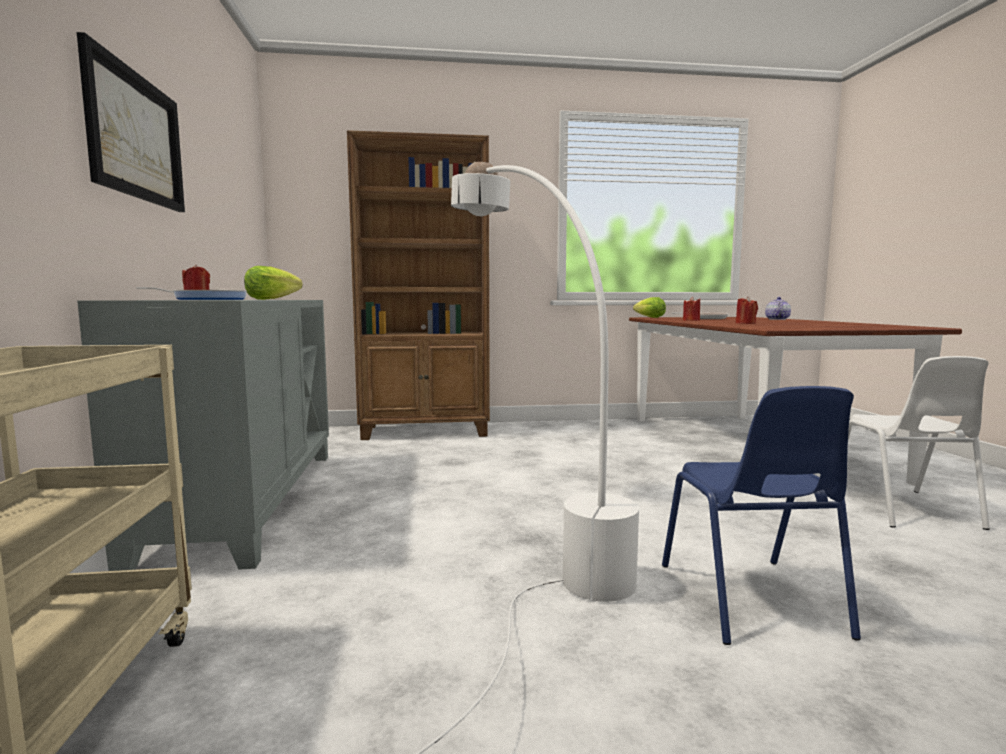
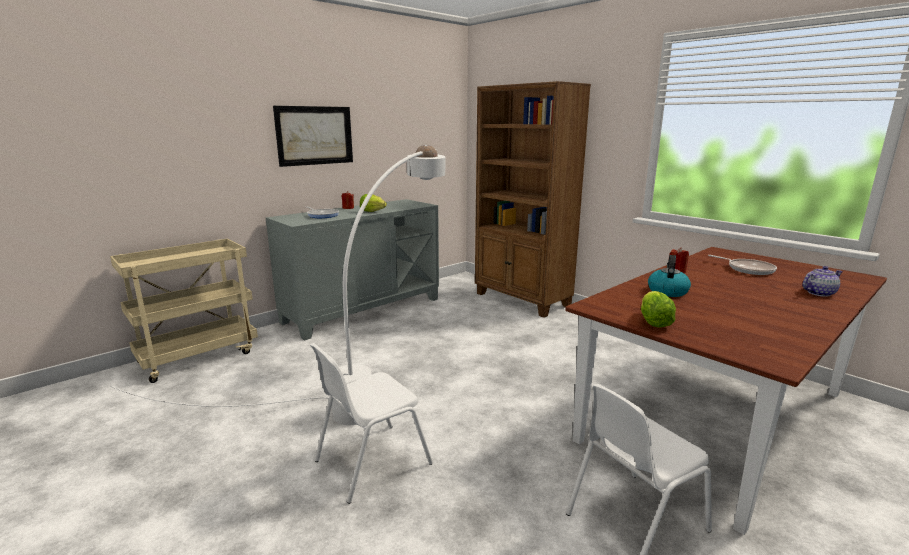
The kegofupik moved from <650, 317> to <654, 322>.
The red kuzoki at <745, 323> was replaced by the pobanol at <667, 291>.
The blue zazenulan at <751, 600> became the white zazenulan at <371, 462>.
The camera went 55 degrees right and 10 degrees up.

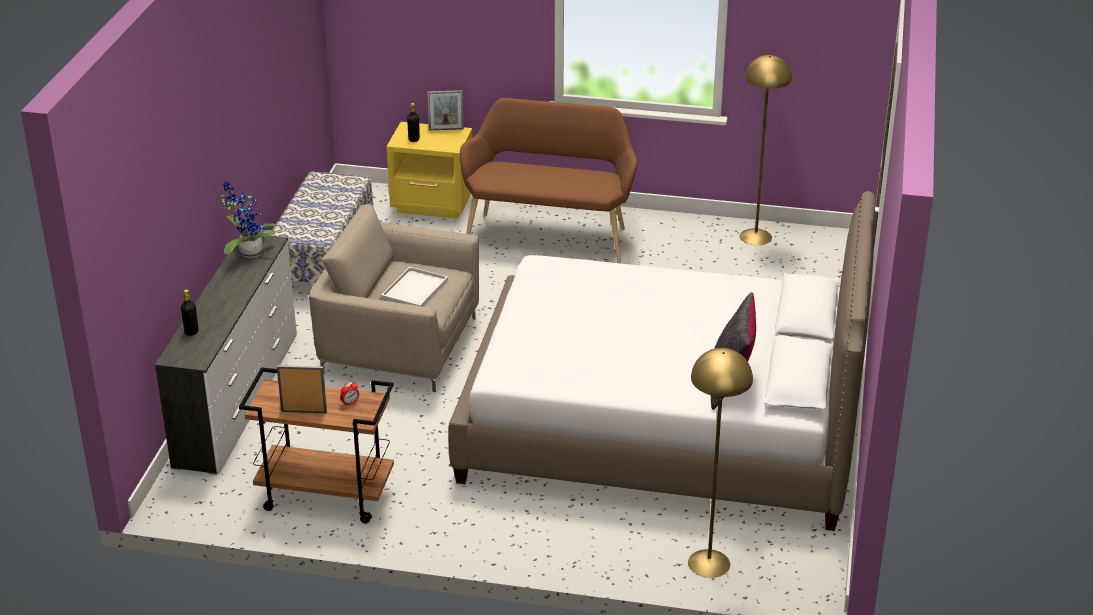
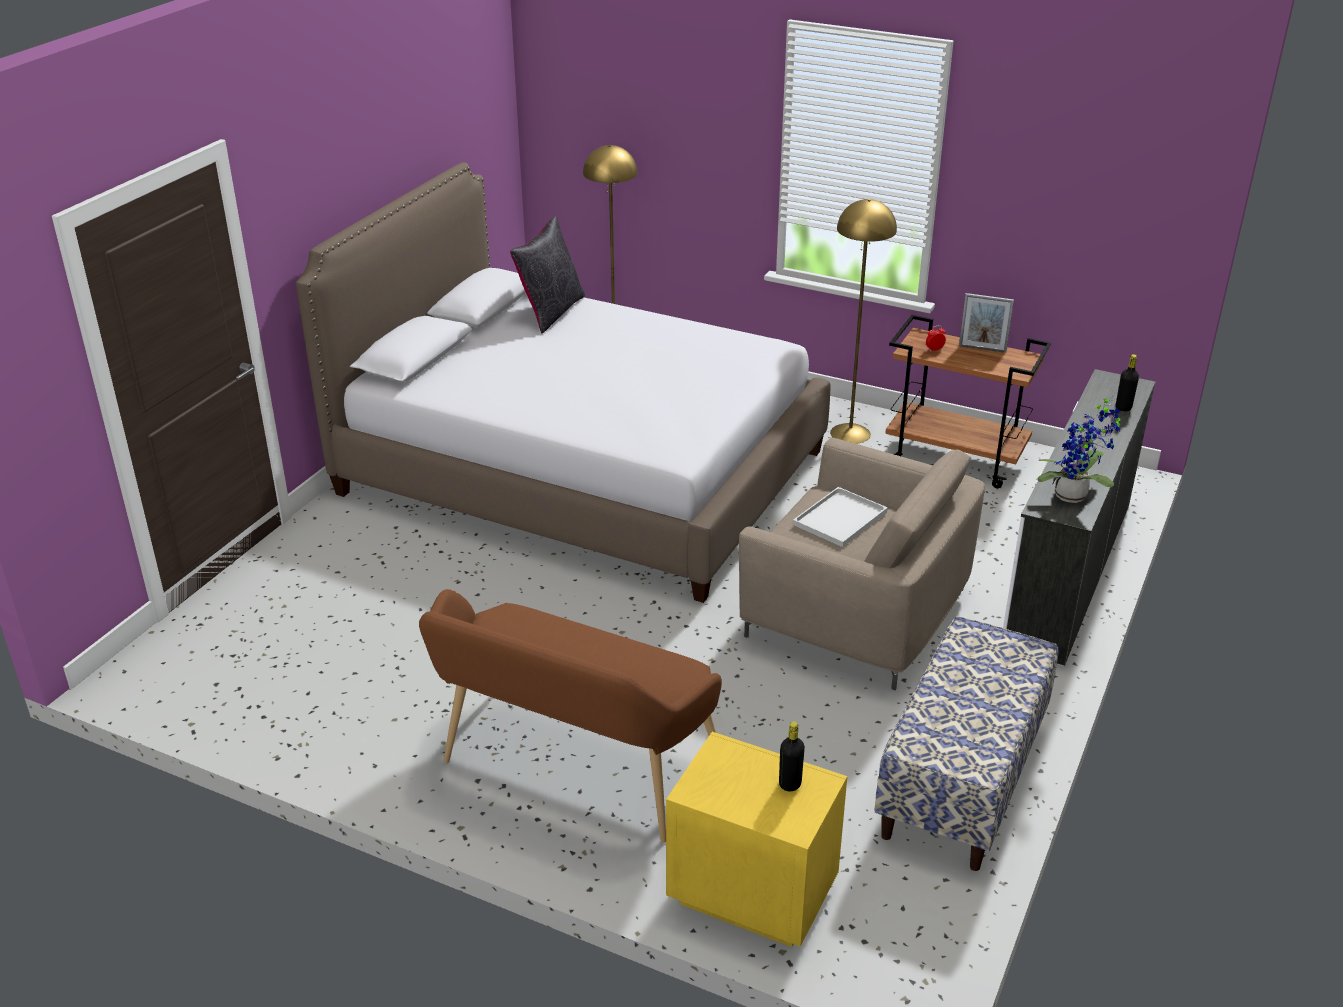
The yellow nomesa moved from <756, 237> to <850, 433>.
The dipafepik at <446, 129> disappeared.
The camera went 165 degrees left and 0 degrees up.

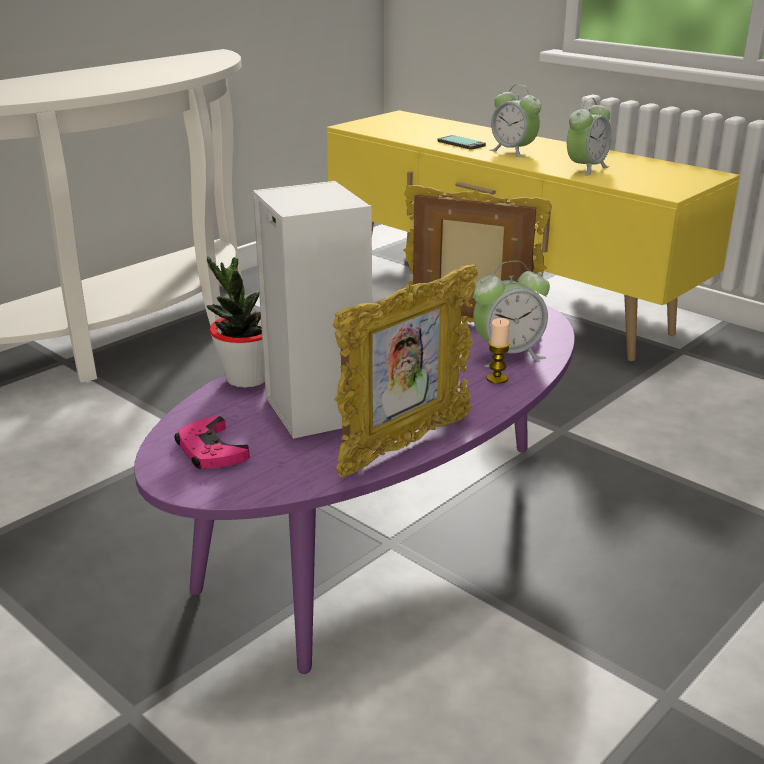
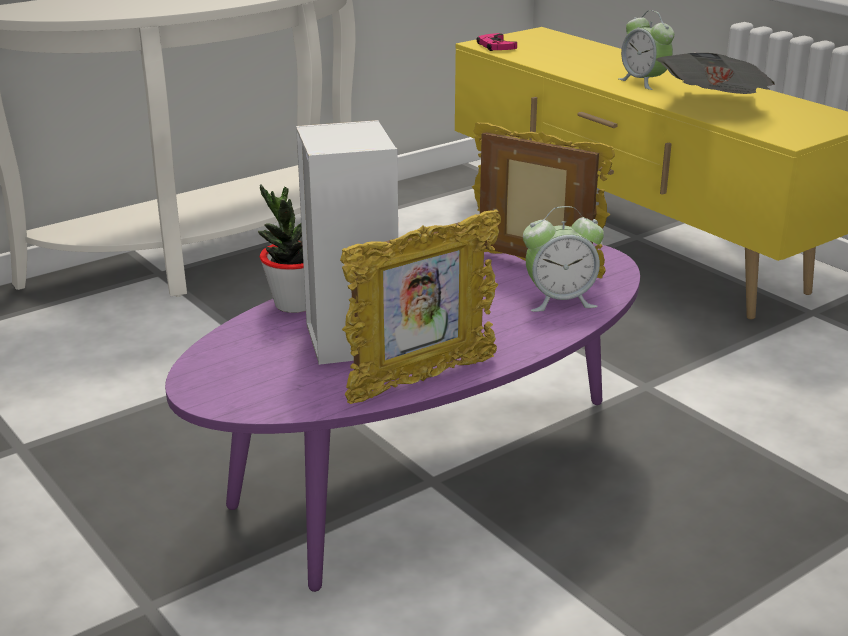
The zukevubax at <586, 168> was replaced by the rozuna at <714, 106>.
The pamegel at <461, 143> disappeared.
The kuzoki at <497, 379> disappeared.
The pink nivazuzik moved from <211, 450> to <495, 46>.
The camera went 10 degrees right and 0 degrees up.

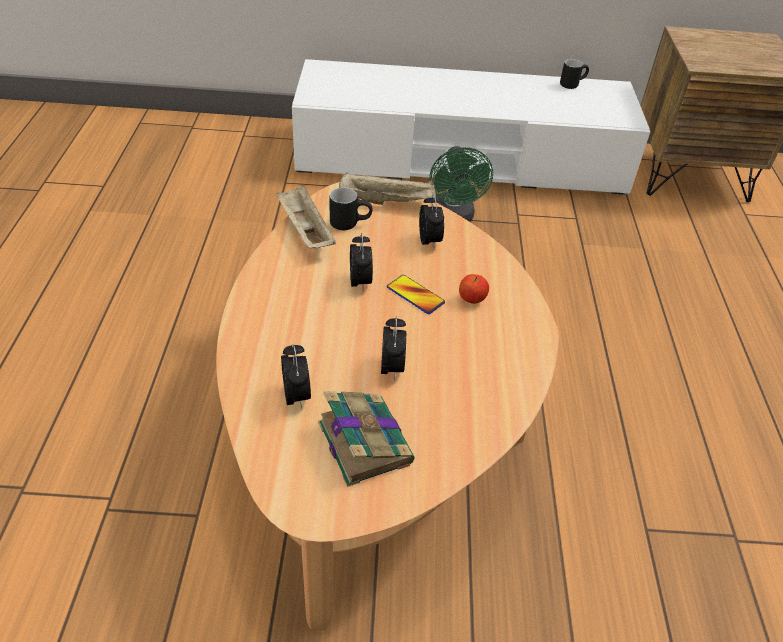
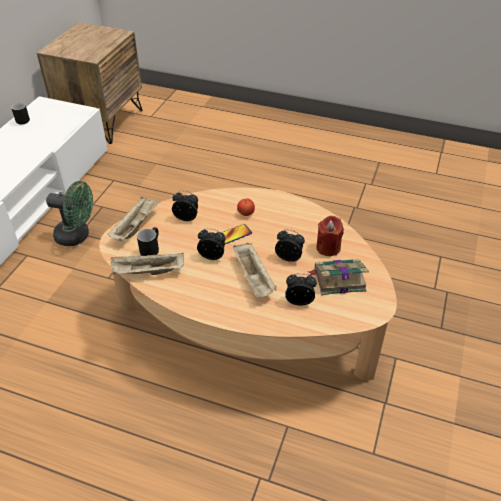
The red kuzoki at <328, 248> appeared.
The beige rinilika at <254, 278> appeared.
The camera went 70 degrees left and 0 degrees up.

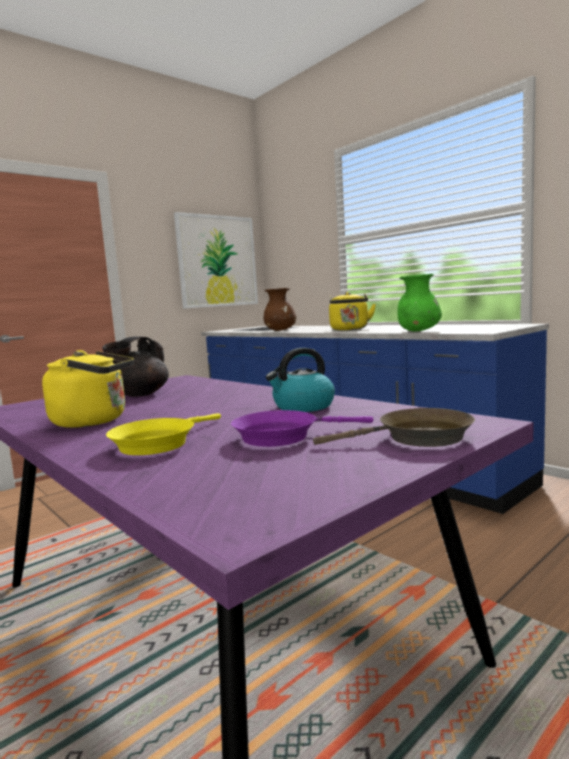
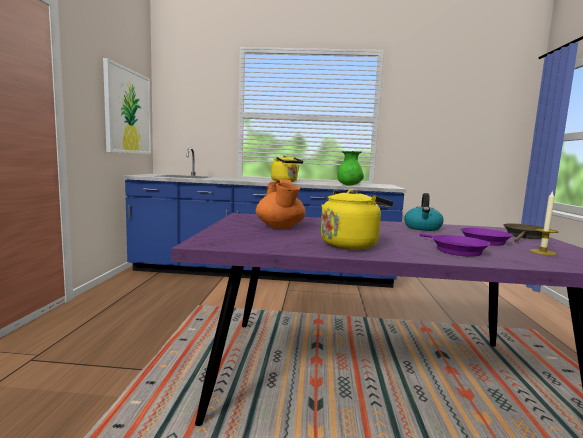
The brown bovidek at <280, 330> disappeared.
The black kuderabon at <139, 395> became the orange kuderabon at <280, 227>.
The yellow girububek at <158, 443> became the purple girububek at <454, 250>.
The kuzoki at <543, 252> appeared.
The camera went 45 degrees left and 0 degrees up.

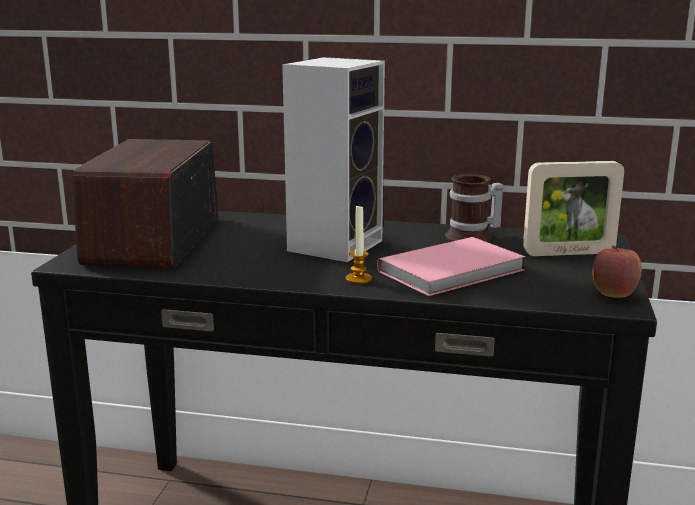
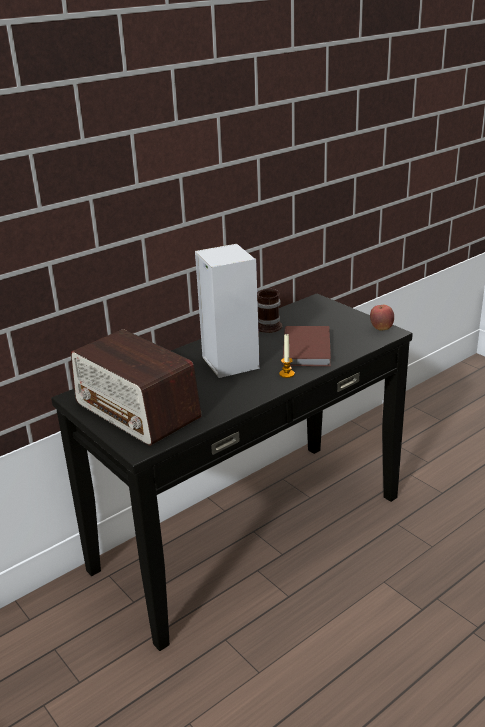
The dipafepik at <568, 253> disappeared.
The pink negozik at <454, 271> became the brown negozik at <308, 348>.
The camera went 50 degrees left and 10 degrees up.

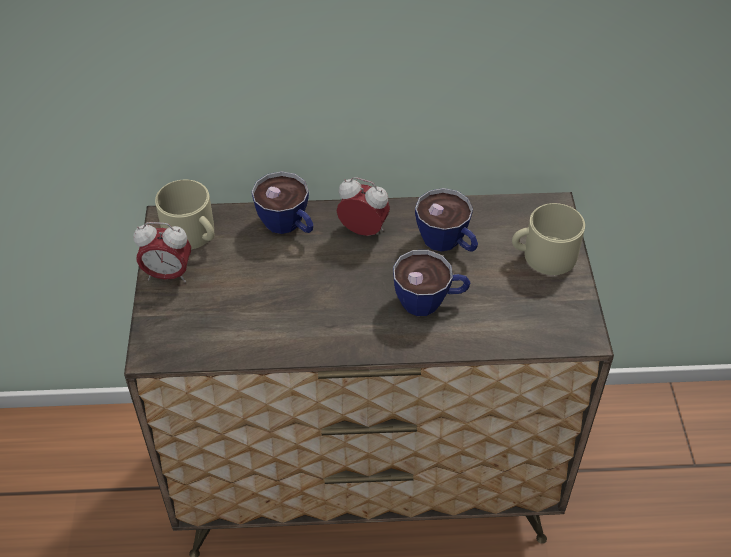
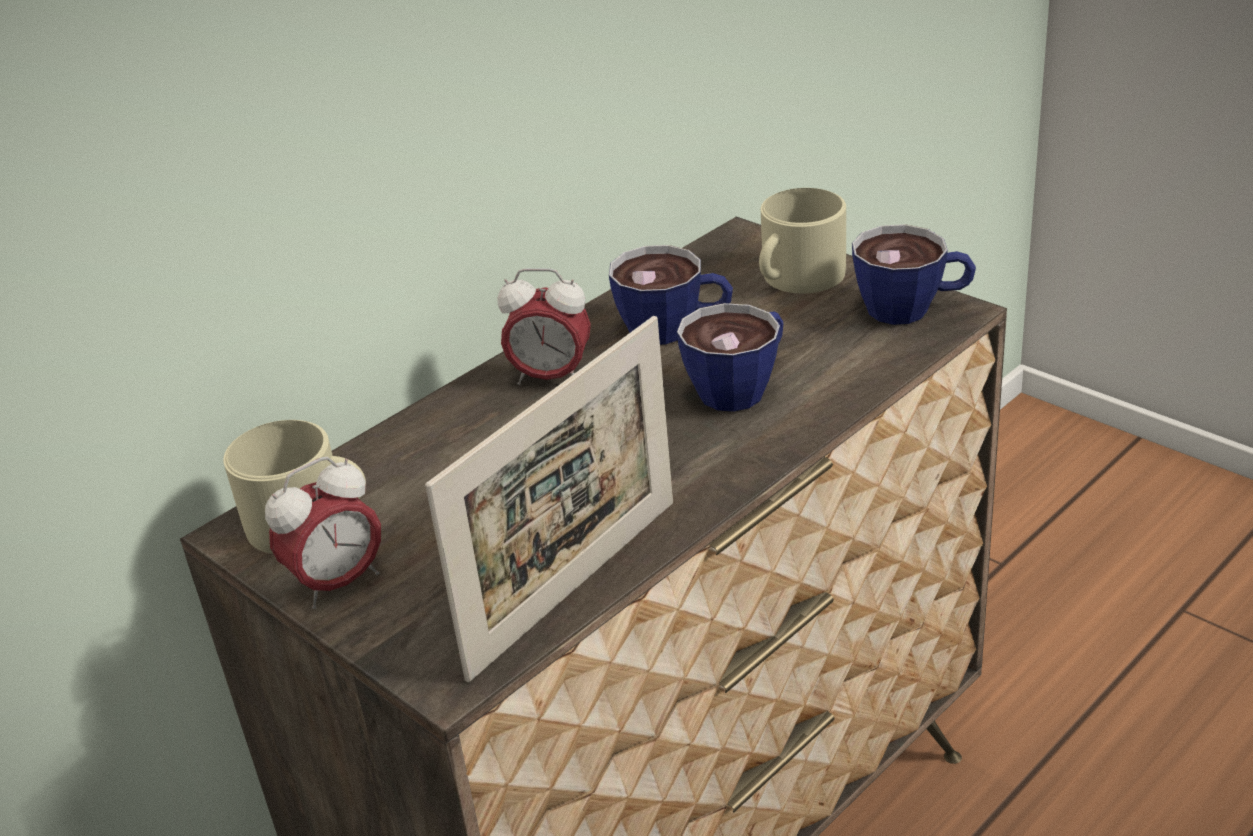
The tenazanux moved from <288, 226> to <913, 309>.
The zukevubax at <363, 230> turned 150 degrees counterclockwise.
The dipafepik at <576, 586> appeared.
The camera went 40 degrees left and 15 degrees down.

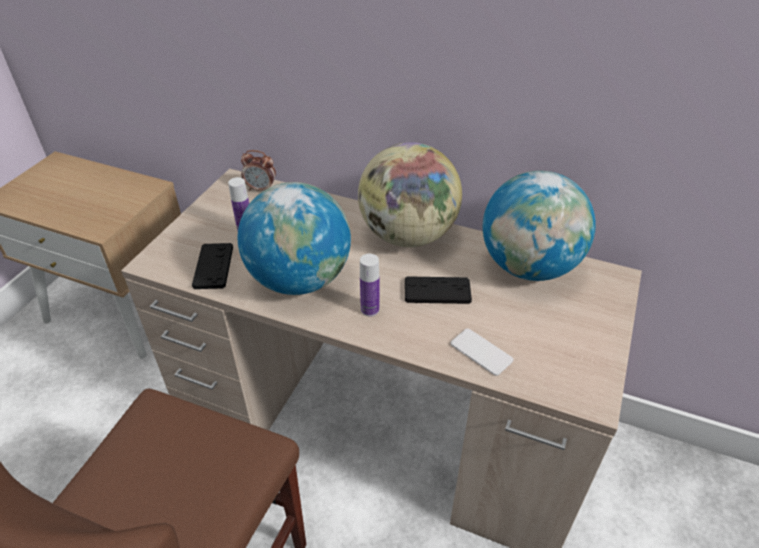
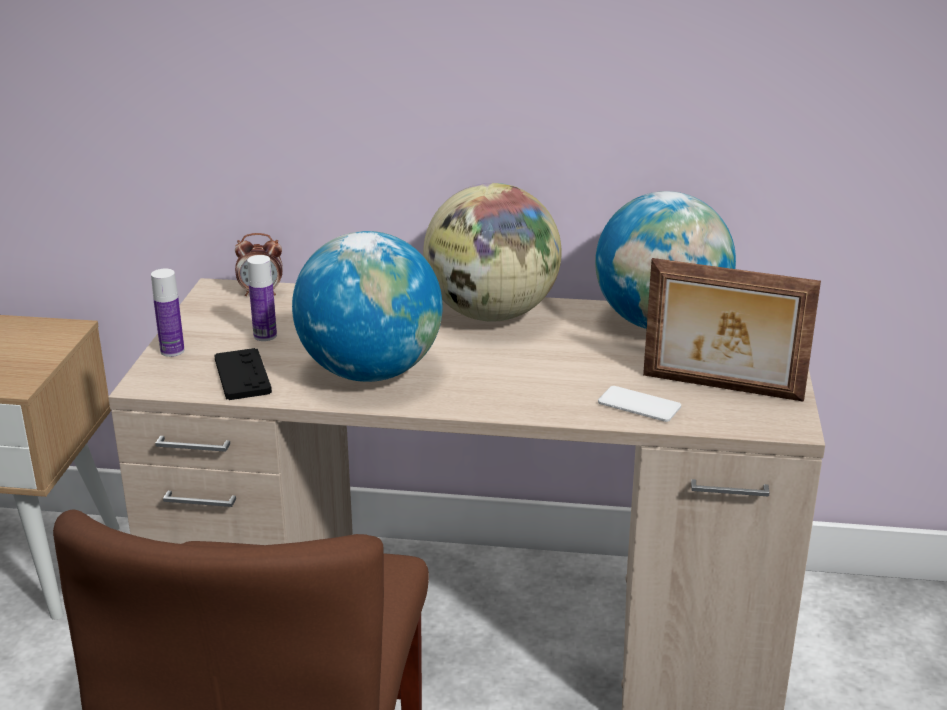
The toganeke moved from <370, 309> to <172, 351>.
The black nivazuzik at <437, 291> disappeared.
The dipafepik at <721, 388> appeared.
The camera went 15 degrees left and 15 degrees down.

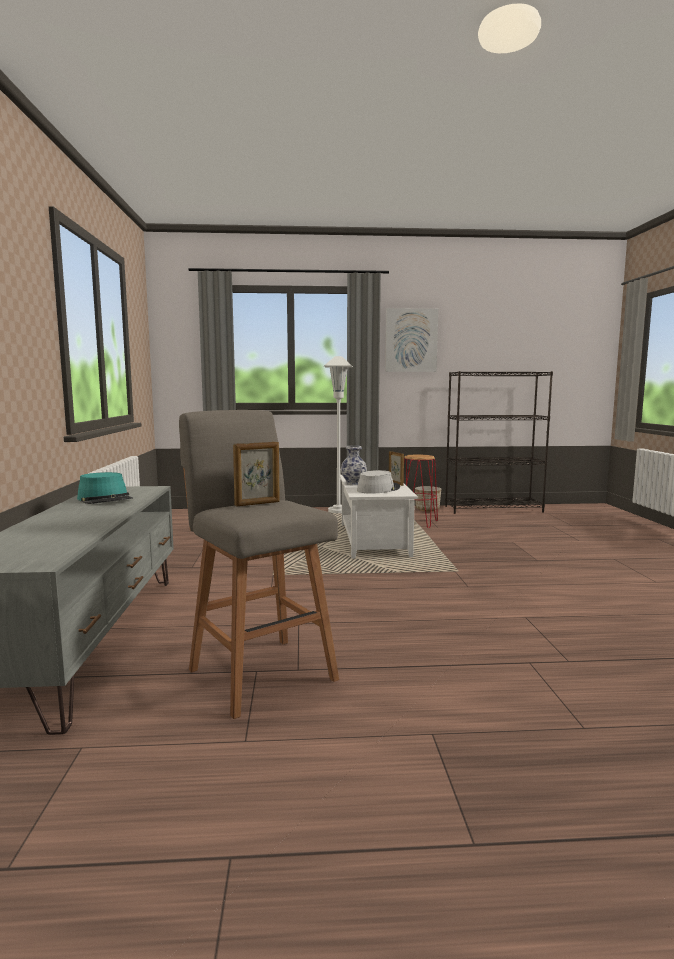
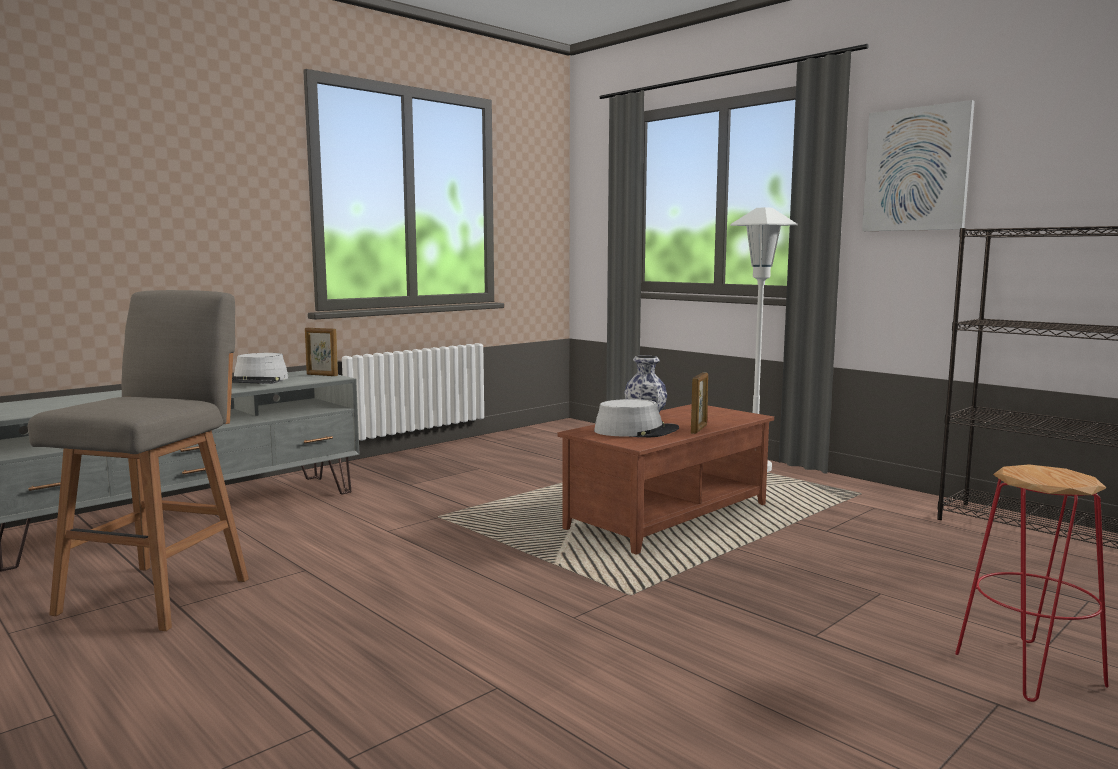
The dipafepik moved from <257, 504> to <322, 375>.
The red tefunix moved from <418, 522> to <1029, 670>.
The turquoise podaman at <105, 499> became the grey podaman at <258, 381>.
The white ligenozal at <372, 540> became the brown ligenozal at <667, 516>.
The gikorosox at <427, 510> disappeared.
The camera went 50 degrees right and 0 degrees up.

